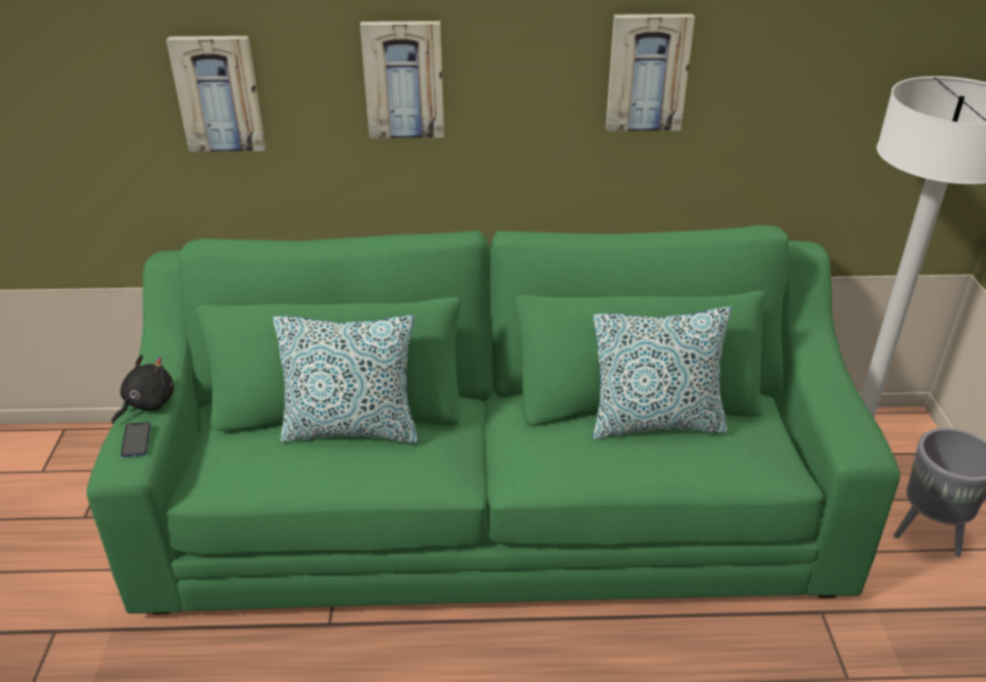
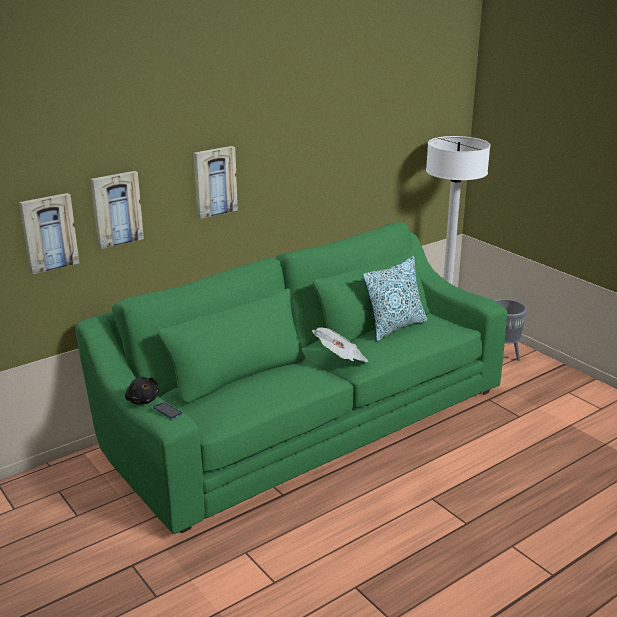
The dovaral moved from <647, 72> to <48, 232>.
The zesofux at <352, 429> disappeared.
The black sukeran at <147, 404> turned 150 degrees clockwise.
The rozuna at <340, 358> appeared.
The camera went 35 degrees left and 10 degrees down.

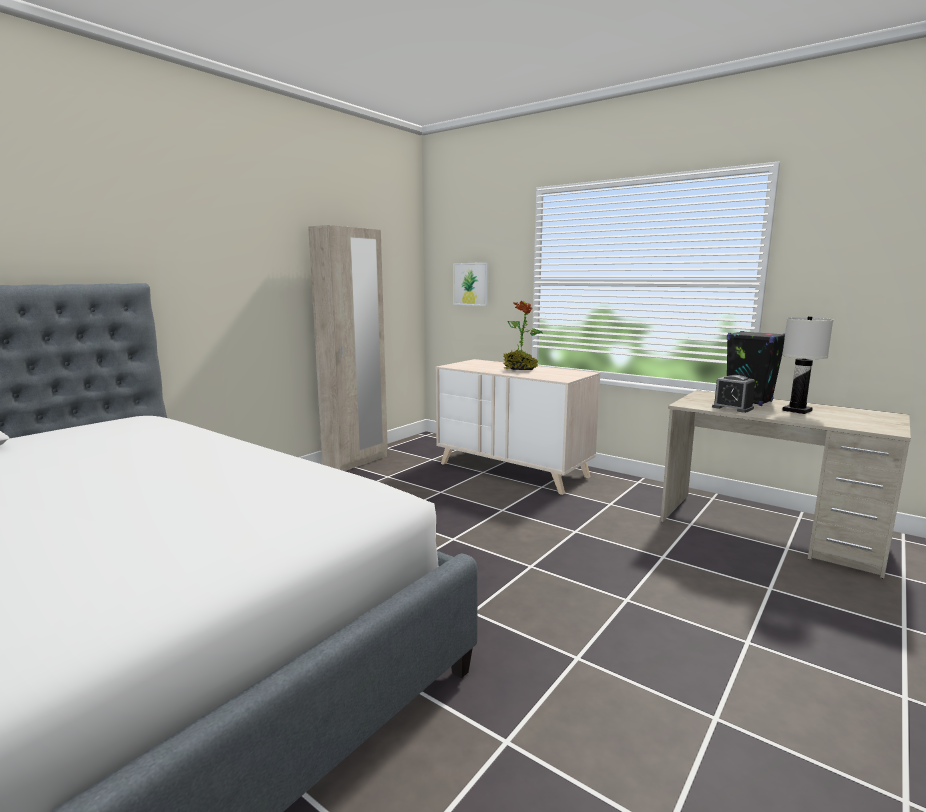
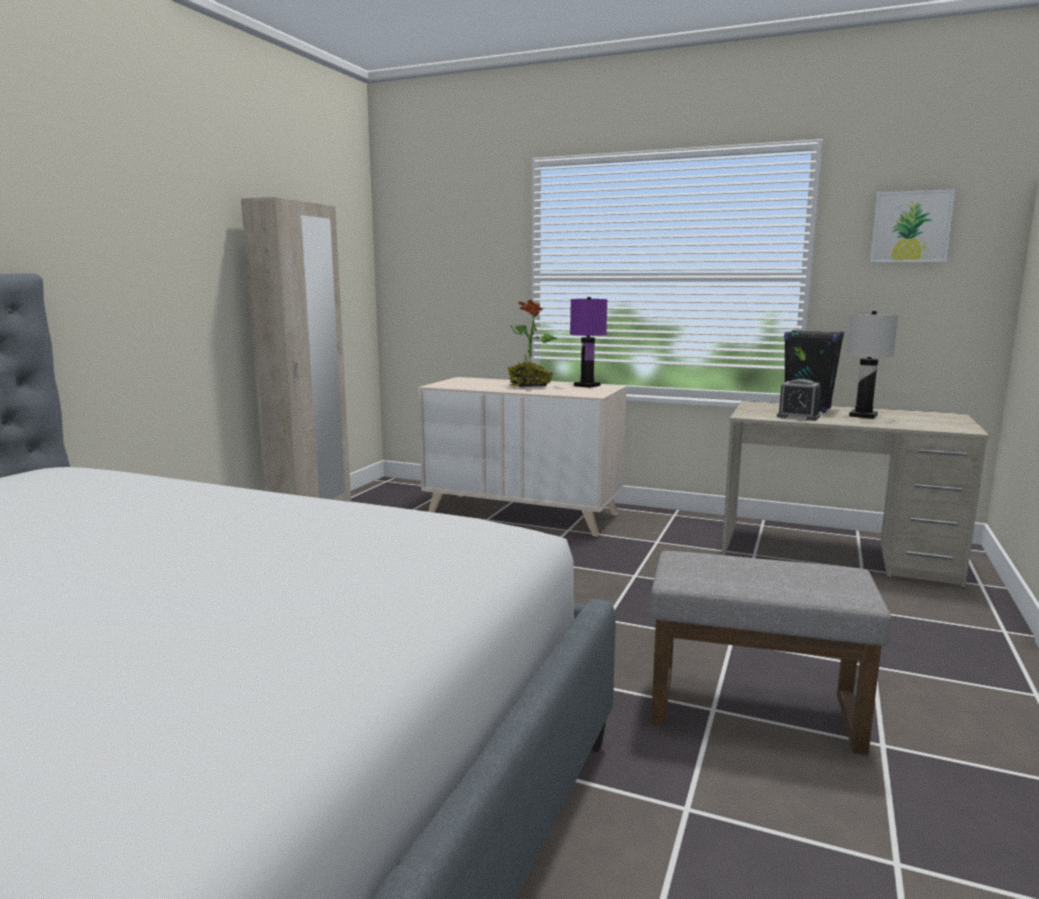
The dovaral moved from <471, 284> to <911, 227>.
The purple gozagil at <586, 385> appeared.
The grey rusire at <751, 709> appeared.
The camera went 15 degrees left and 0 degrees up.

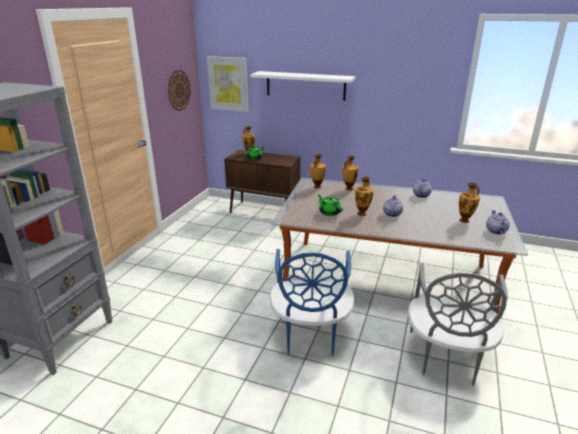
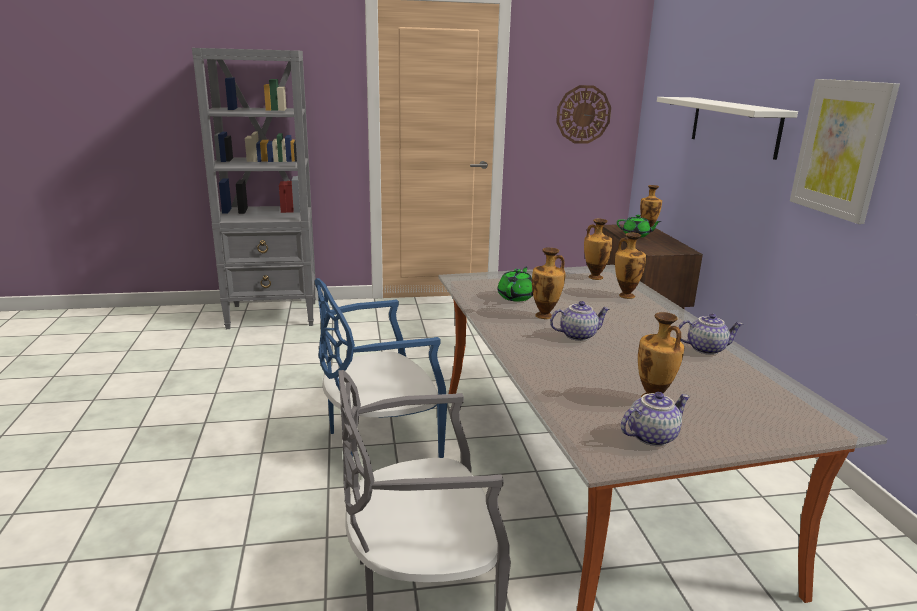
The dovaral moved from <228, 84> to <841, 148>.
The camera went 60 degrees right and 5 degrees down.

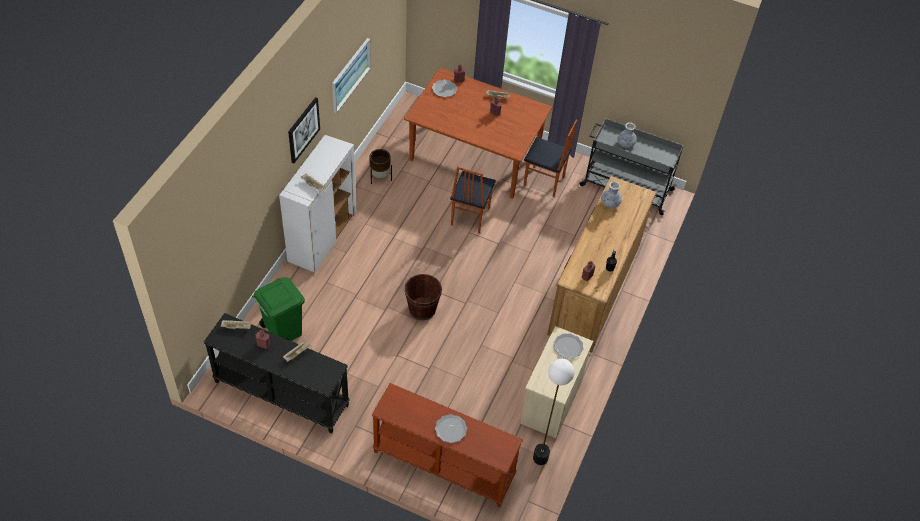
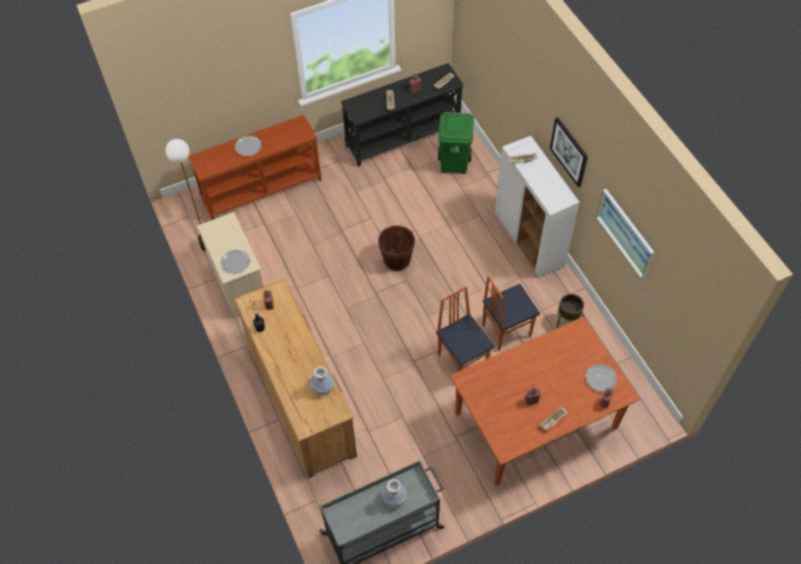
The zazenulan moved from <544, 182> to <505, 330>.
The camera went 135 degrees right and 5 degrees up.

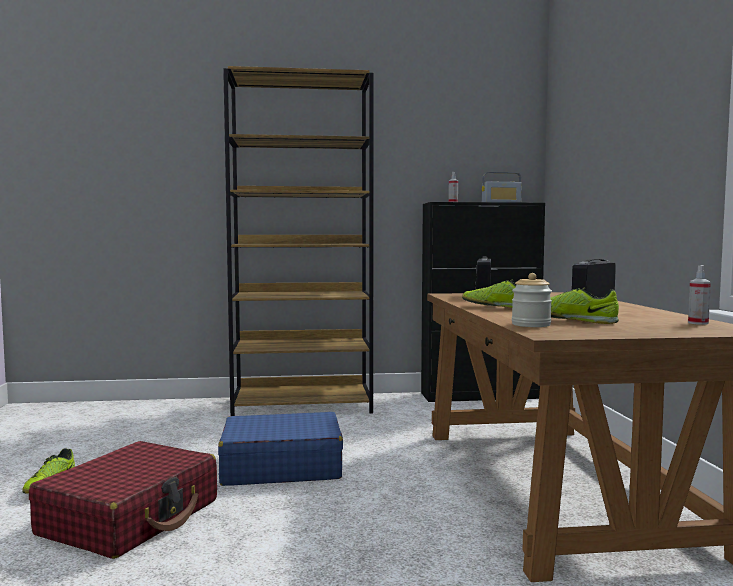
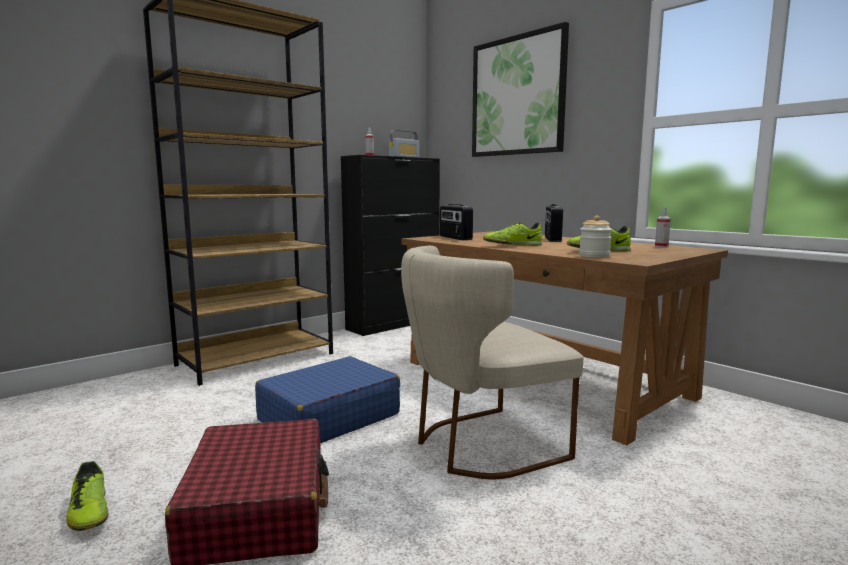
The dovaral at <517, 96> appeared.
The beige zazenulan at <479, 446> appeared.
The camera went 35 degrees left and 5 degrees up.

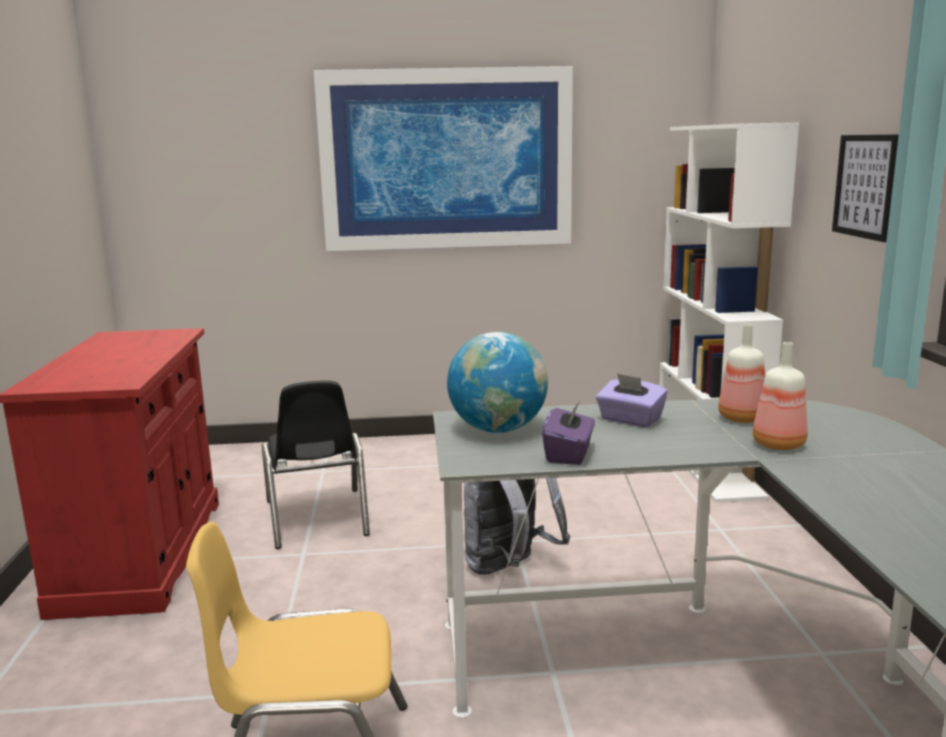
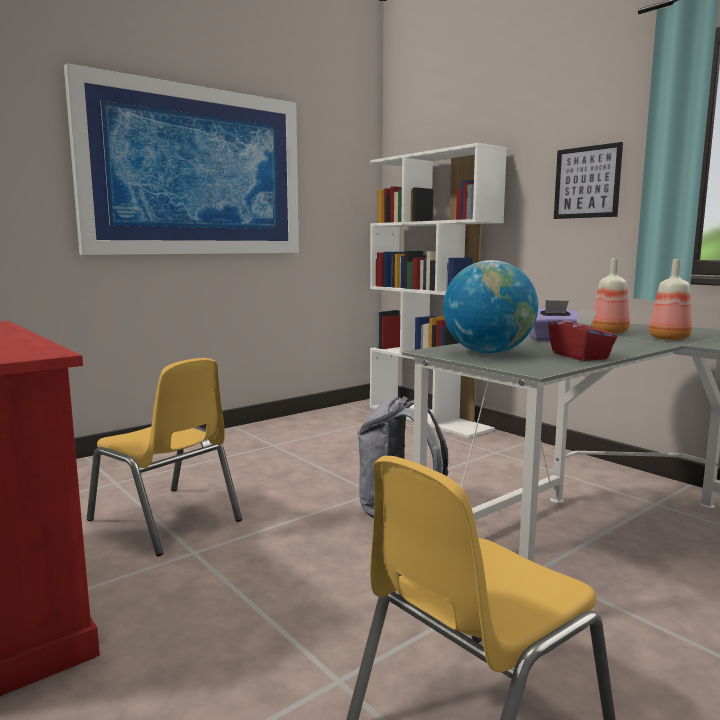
The black zazenulan at <317, 518> became the yellow zazenulan at <165, 520>.
The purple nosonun at <569, 454> became the red nosonun at <580, 356>.
The camera went 35 degrees left and 5 degrees down.

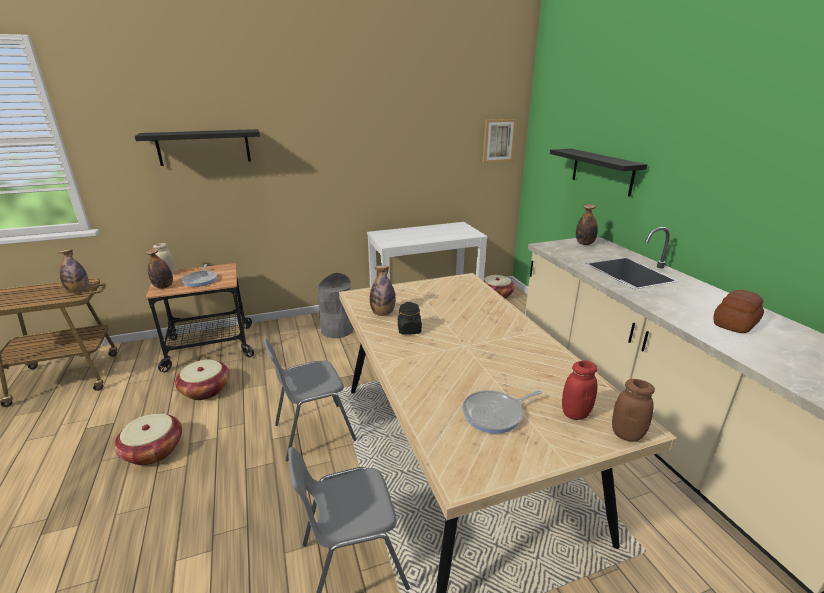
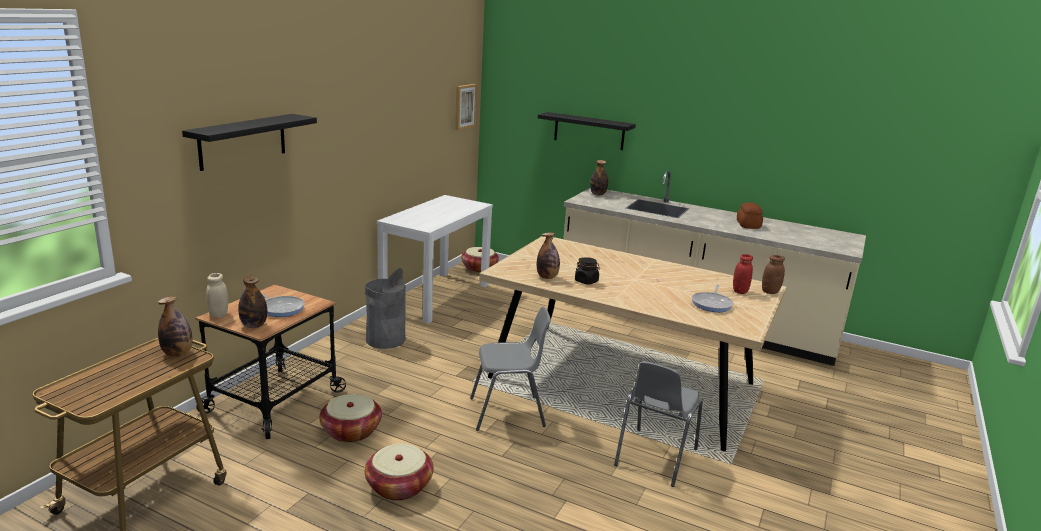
The grey zazenulan at <313, 432> turned 120 degrees counterclockwise.
The camera went 45 degrees left and 5 degrees down.

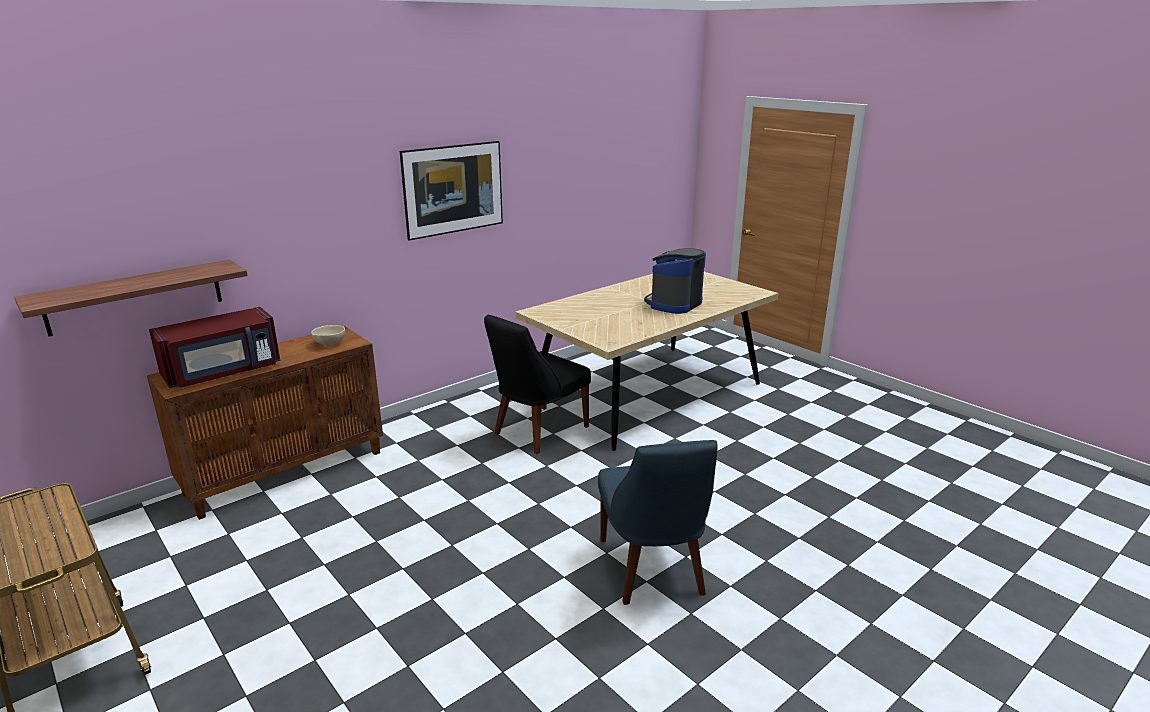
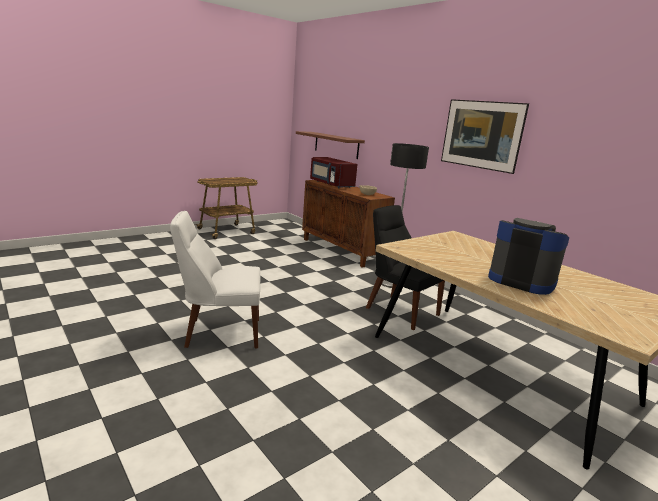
The blue zazenulan at <652, 570> became the white zazenulan at <219, 333>.
The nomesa at <391, 283> appeared.
The camera went 90 degrees right and 5 degrees down.

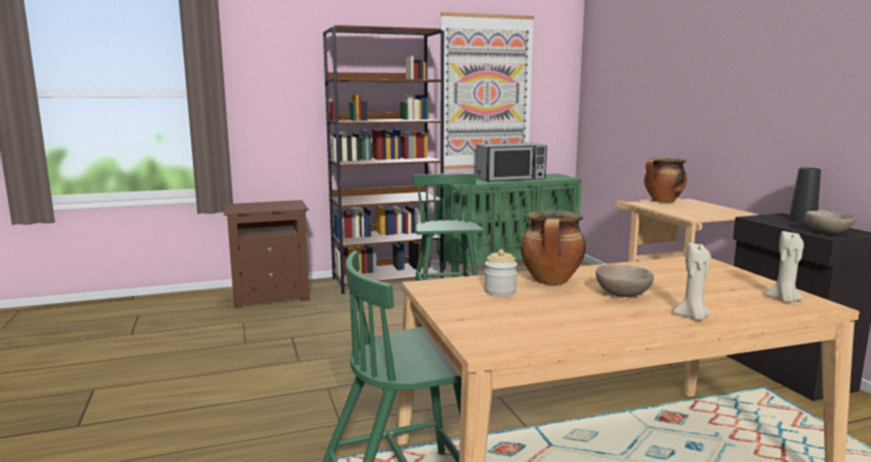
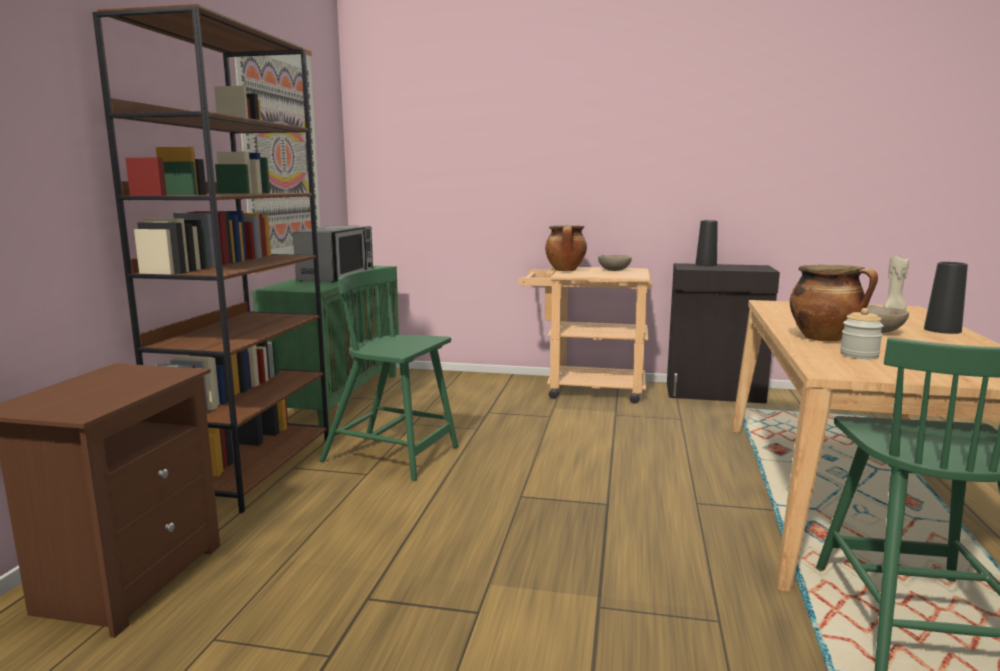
The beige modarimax moved from <828, 233> to <614, 270>.
The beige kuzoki at <692, 317> was replaced by the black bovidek at <942, 330>.
The camera went 60 degrees left and 0 degrees up.

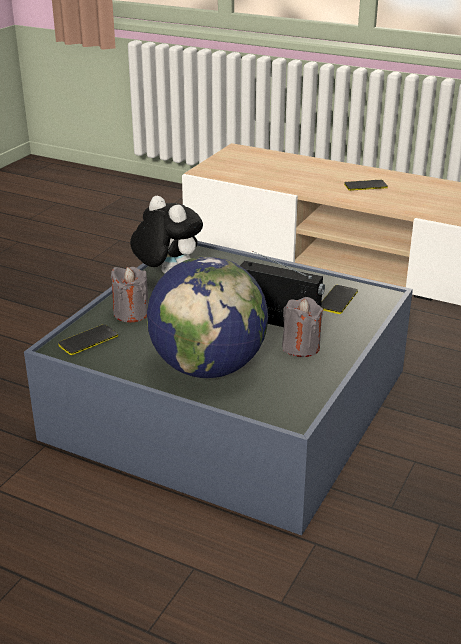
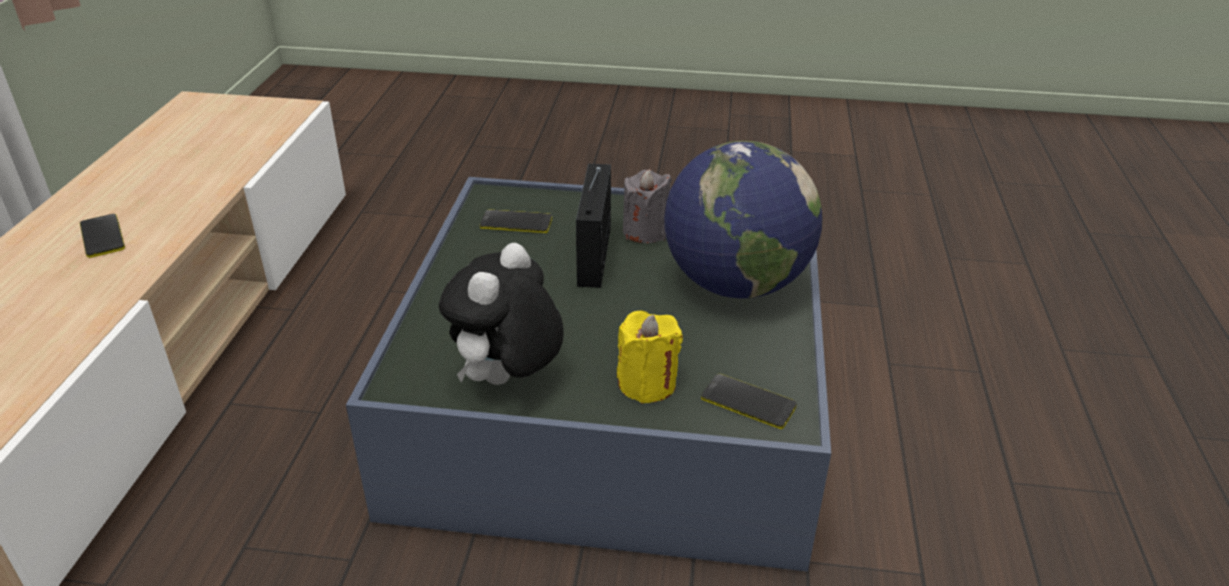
The grey kuzoki at <131, 313> became the yellow kuzoki at <647, 384>.
The camera went 110 degrees left and 5 degrees up.

